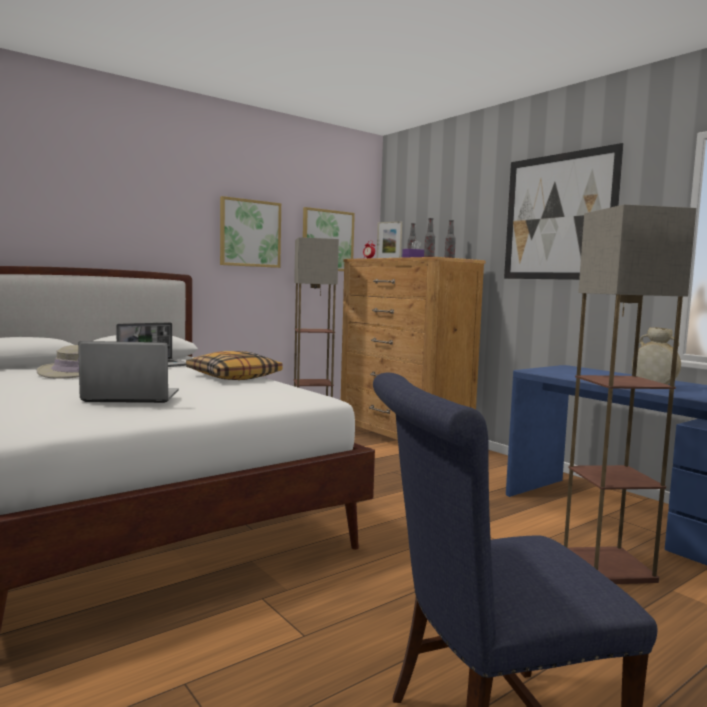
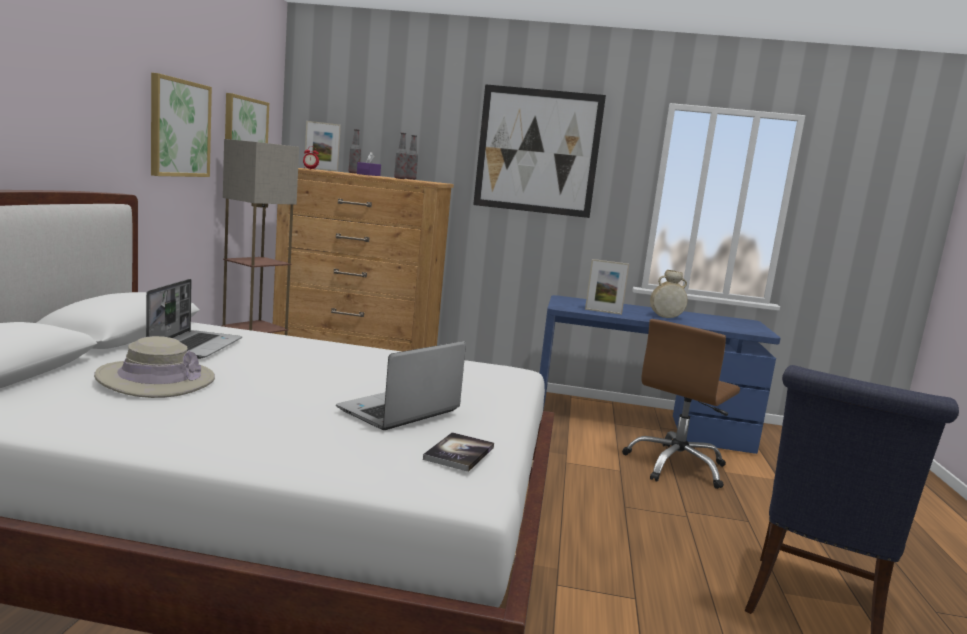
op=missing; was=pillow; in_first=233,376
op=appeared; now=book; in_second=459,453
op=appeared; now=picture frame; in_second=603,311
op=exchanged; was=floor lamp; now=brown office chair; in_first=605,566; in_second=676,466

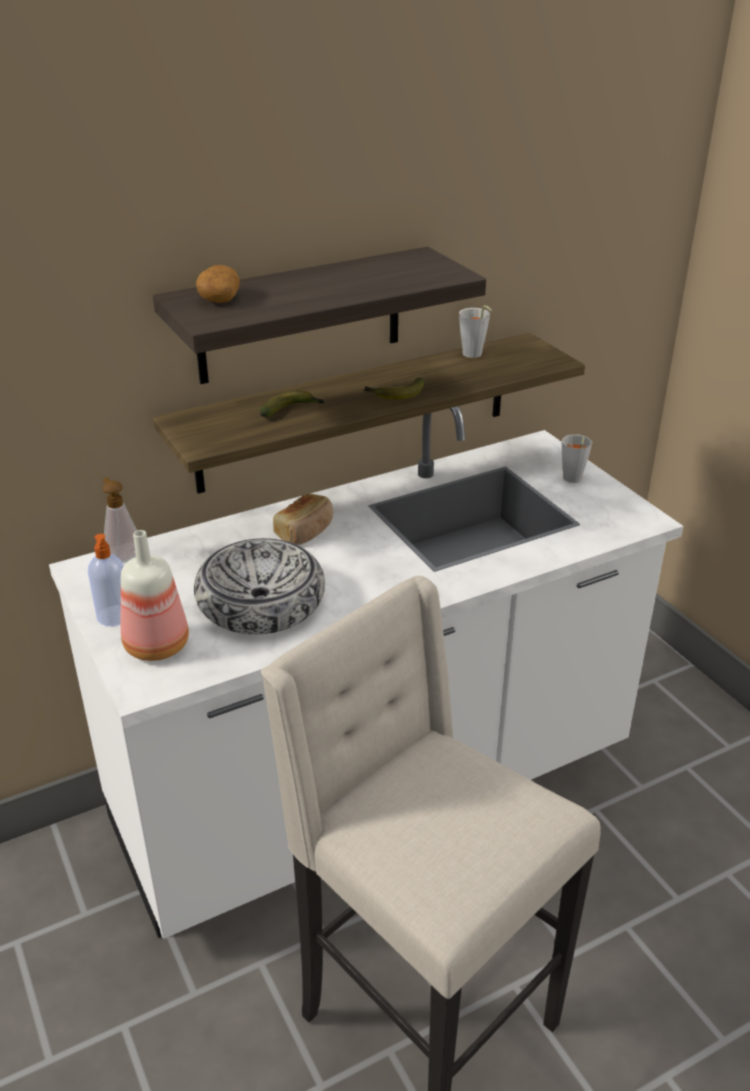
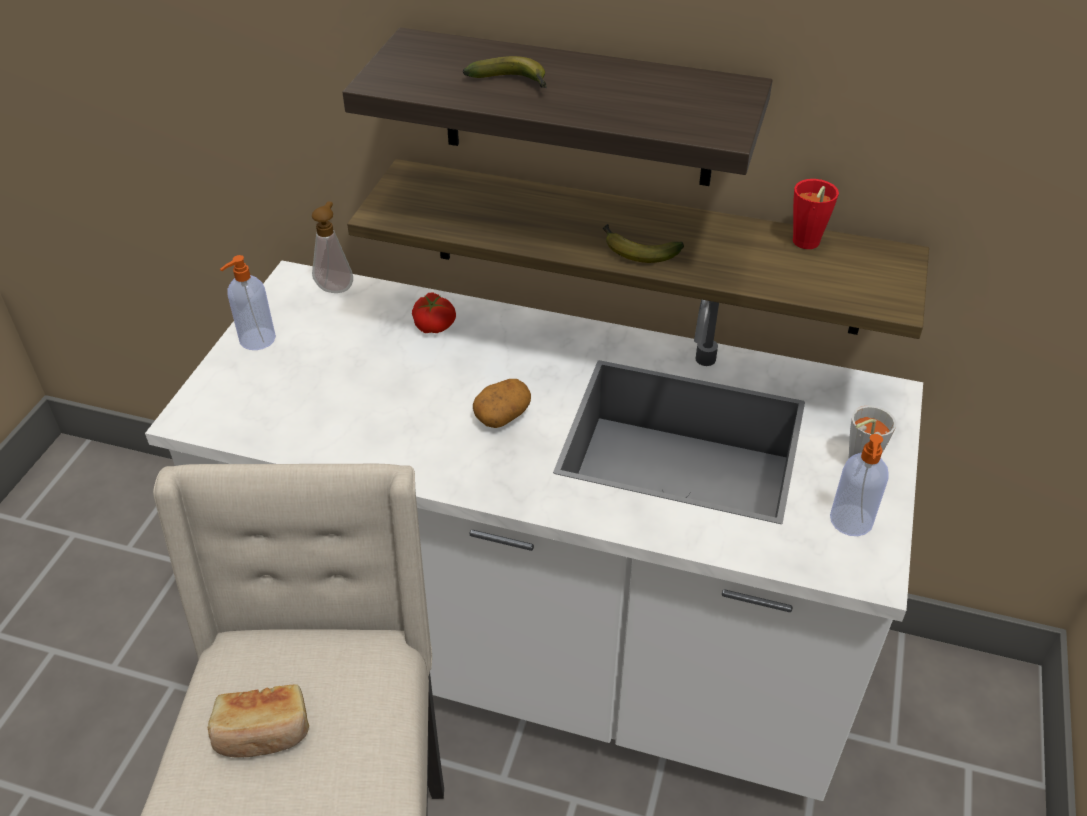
op=missing; was=bottle; in_first=158,647
op=missing; was=bowl; in_first=261,602
op=appeared; now=tomato; in_second=435,325
op=appeared; now=soap dispenser; in_second=851,522
op=relocated; was=potato; in_first=219,298; in_second=502,414
op=relocated; was=banana; in_first=292,410; in_second=512,83
op=relocated; was=bread; in_first=305,531; in_second=263,733
op=colour; was=grey cup; now=red cup; in_first=474,355; in_second=804,245

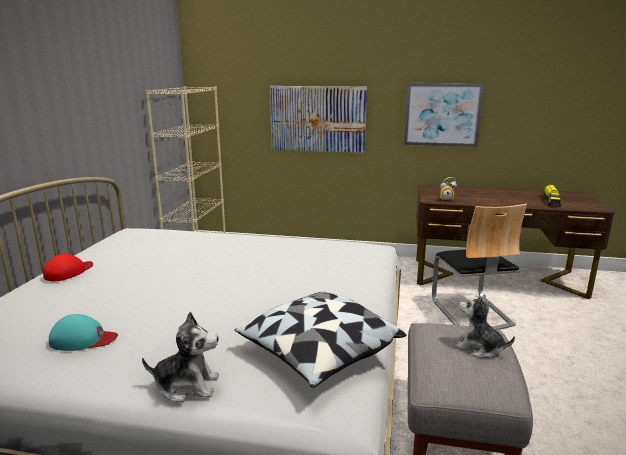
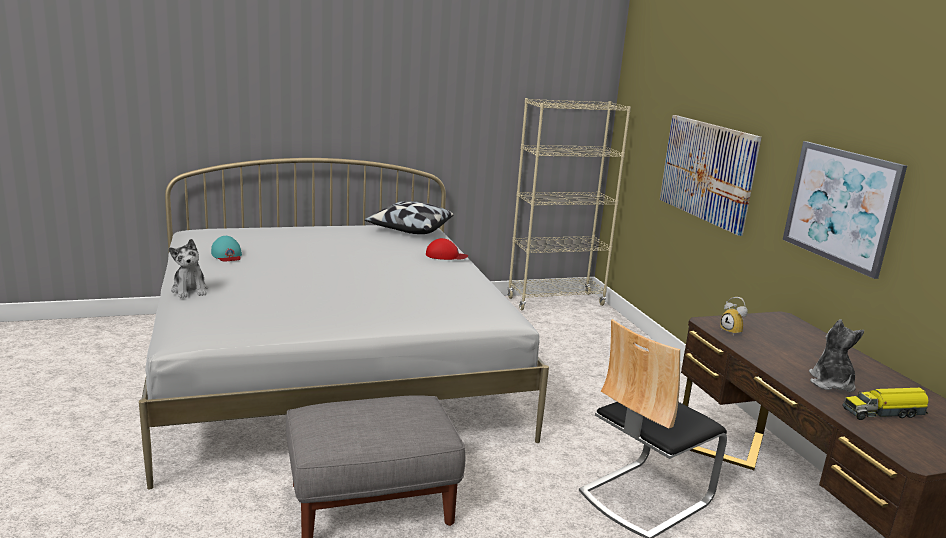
op=relocated; was=red cap; in_first=68,272; in_second=446,255
op=relocated; was=pillow; in_first=318,353; in_second=409,230
op=relocated; was=plush toy; in_first=479,348; in_second=831,383

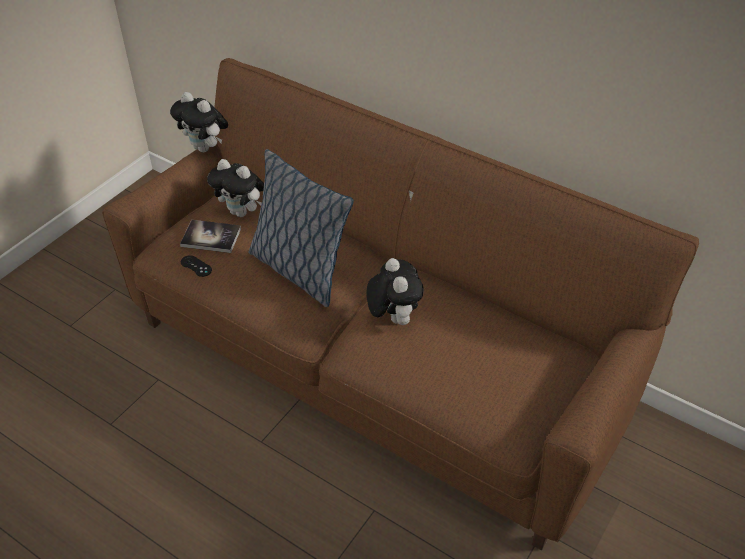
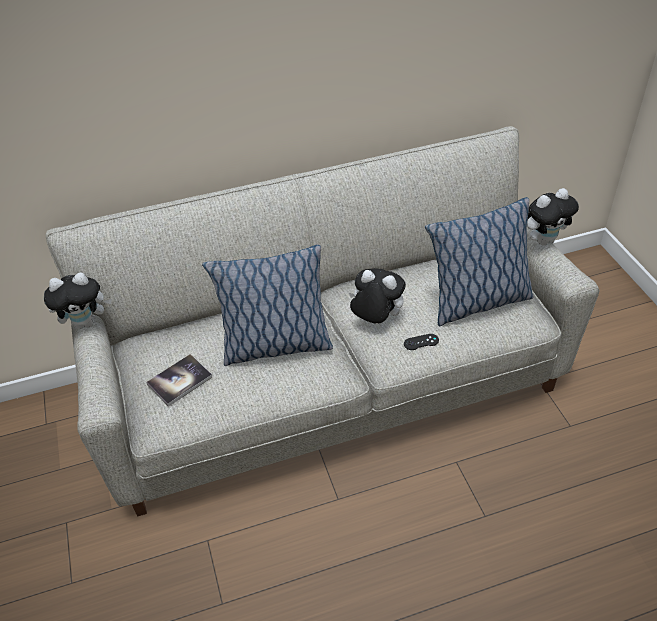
op=appeared; now=pillow; in_second=477,302
op=relocated; was=black game controller; in_first=196,266; in_second=421,342
op=relocated; was=plush toy; in_first=242,212; in_second=544,240
op=colour; was=brown sofa; now=grey sofa; in_first=373,368; in_second=332,390

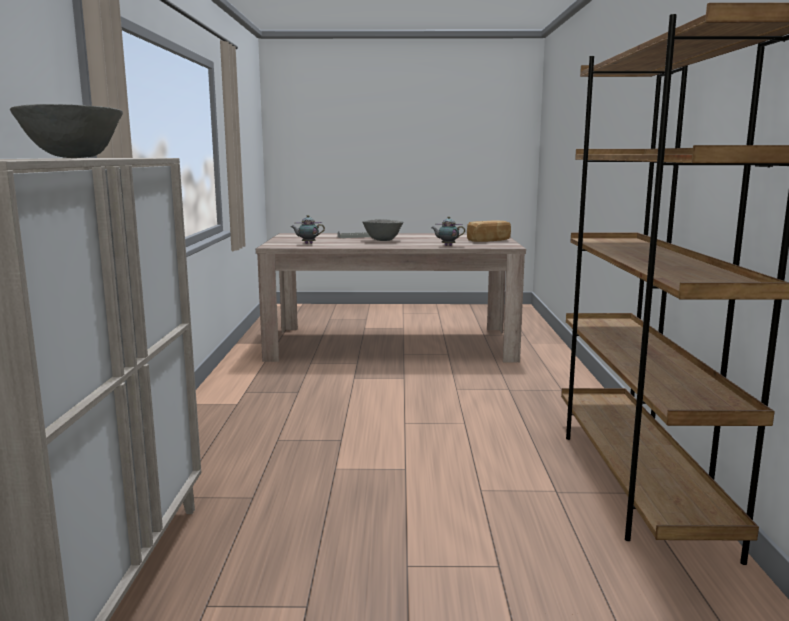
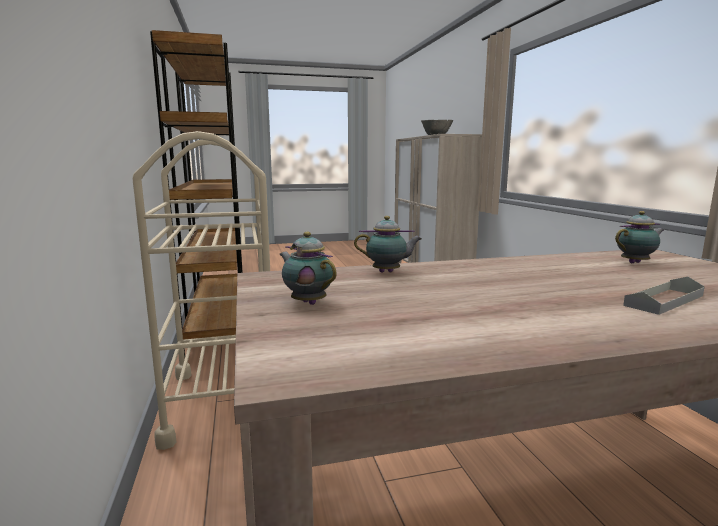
op=missing; was=grey bowl; in_first=382,240
op=appeared; now=beige cart; in_second=223,400
op=exchanged; was=bread; now=teapot; in_first=489,240; in_second=307,302

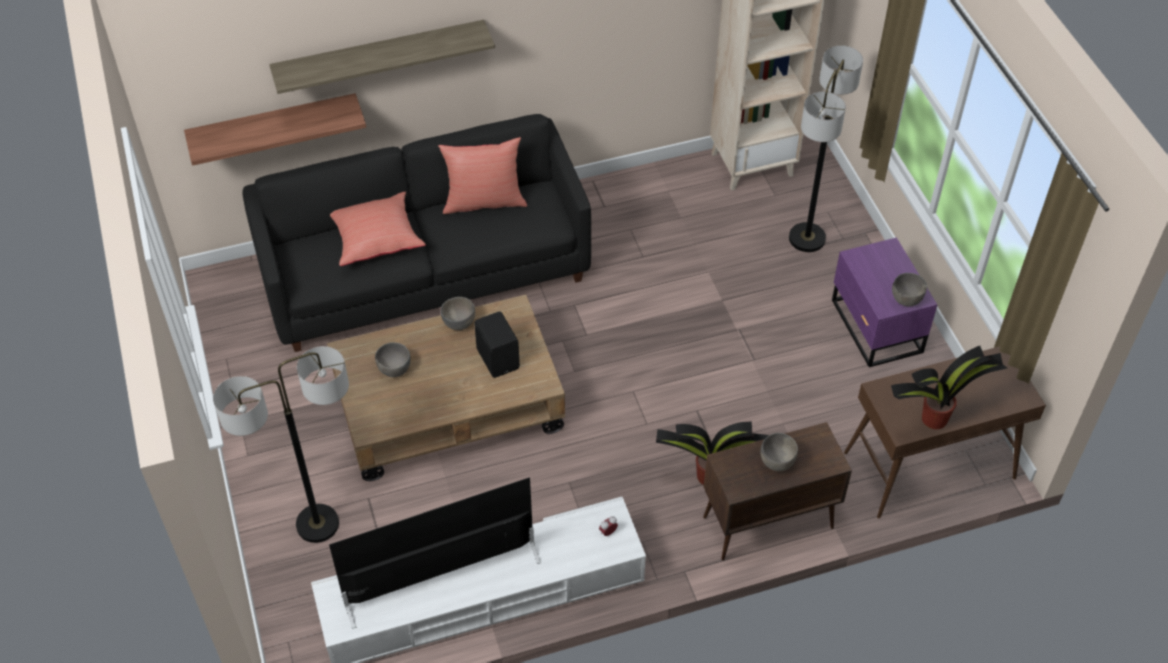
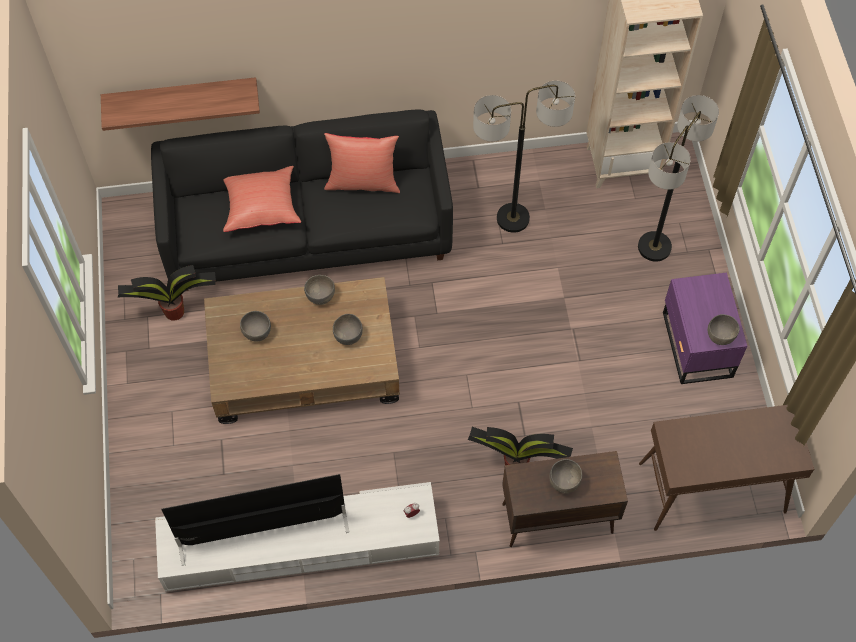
op=missing; was=shelf; in_first=380,56
op=relocated; was=floor lamp; in_first=317,524; in_second=512,218
op=relocated; was=potted plant; in_first=936,418; in_second=175,311
op=exchanged; was=black speaker; now=grey bowl; in_first=499,358; in_second=348,336

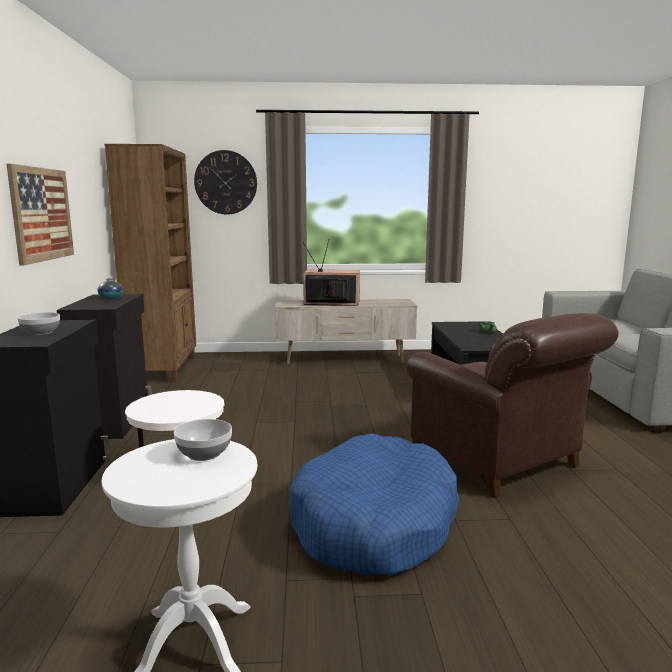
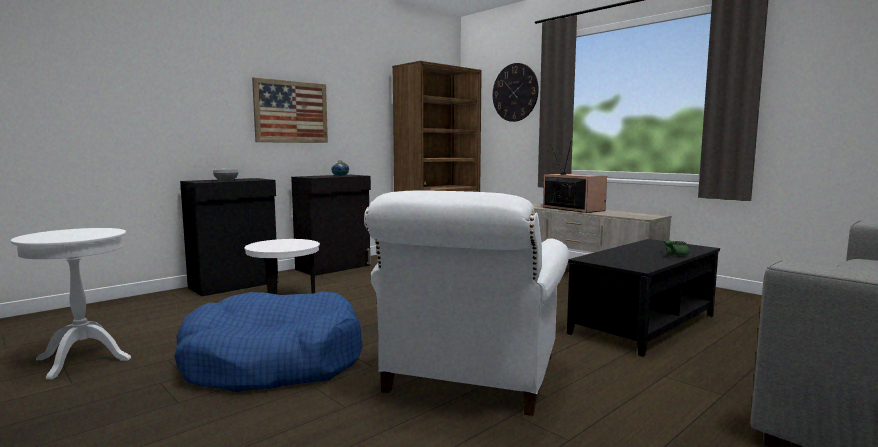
op=missing; was=bowl; in_first=203,453
op=colour; was=brown armchair; now=white armchair; in_first=500,462; in_second=469,377

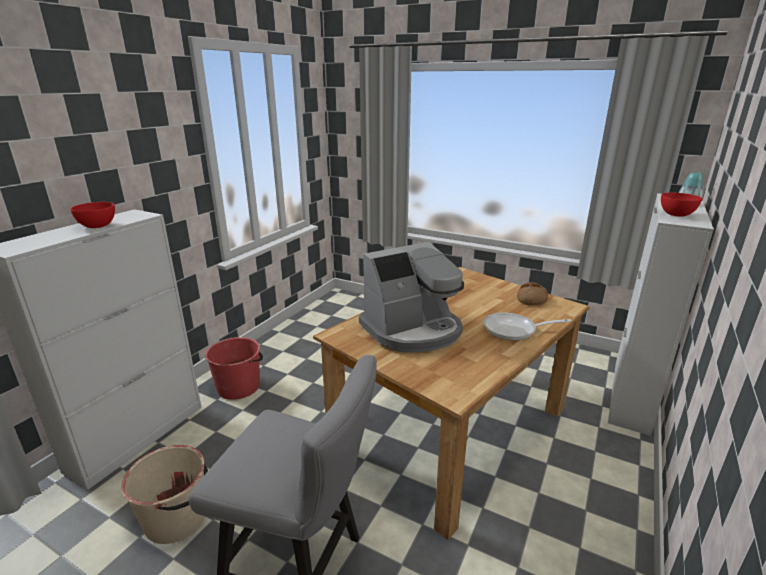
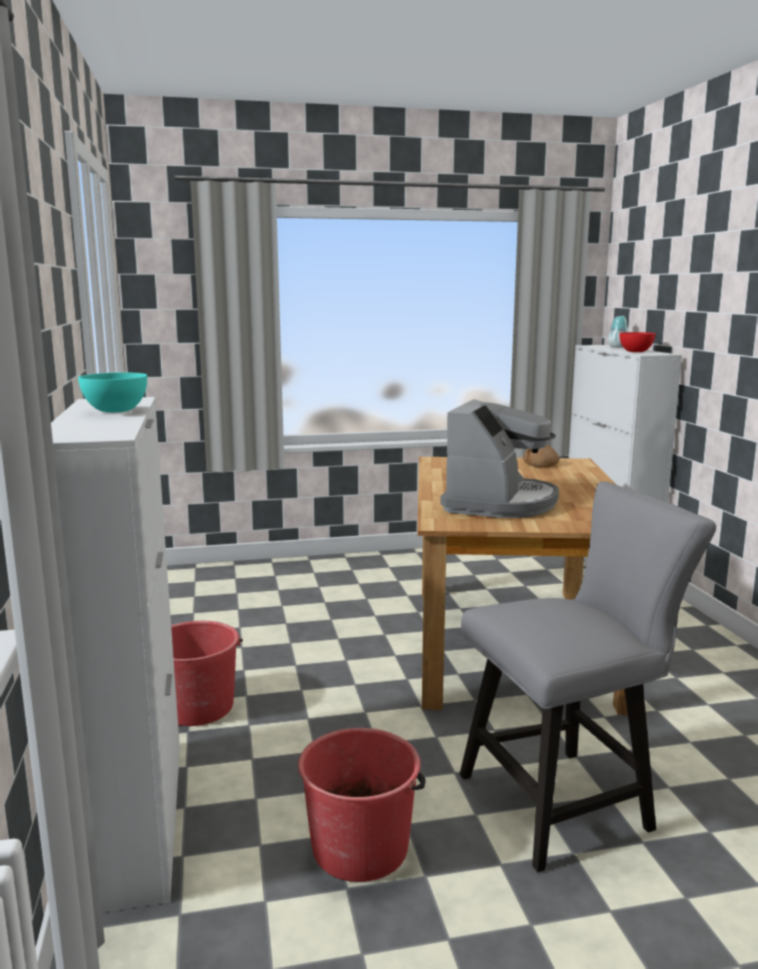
op=missing; was=frying pan; in_first=514,330
op=colour; was=red bowl; now=turquoise bowl; in_first=97,226; in_second=115,411
op=colour; was=beige bucket; now=red bucket; in_first=177,517; in_second=361,847

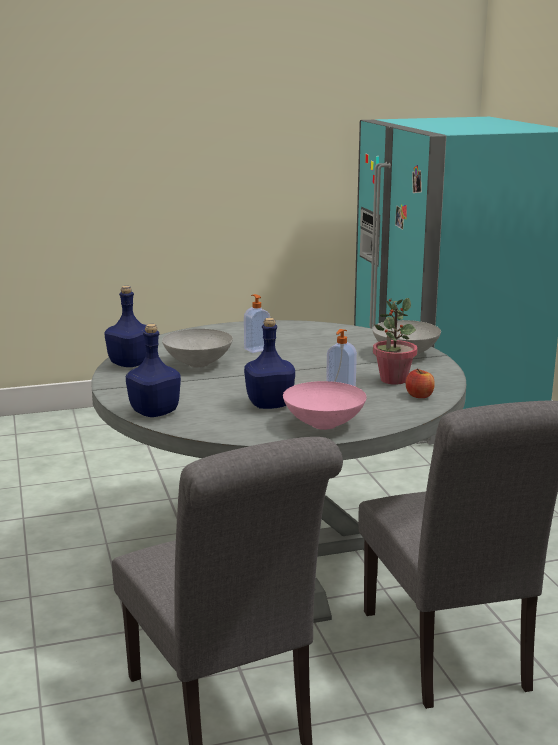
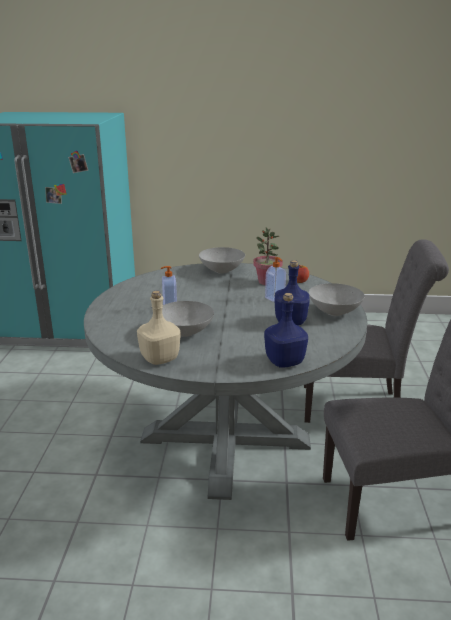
op=colour; was=blue bottle; now=beige bottle; in_first=131,363; in_second=159,358
op=colour; was=pink bowl; now=grey bowl; in_first=323,425; in_second=335,313

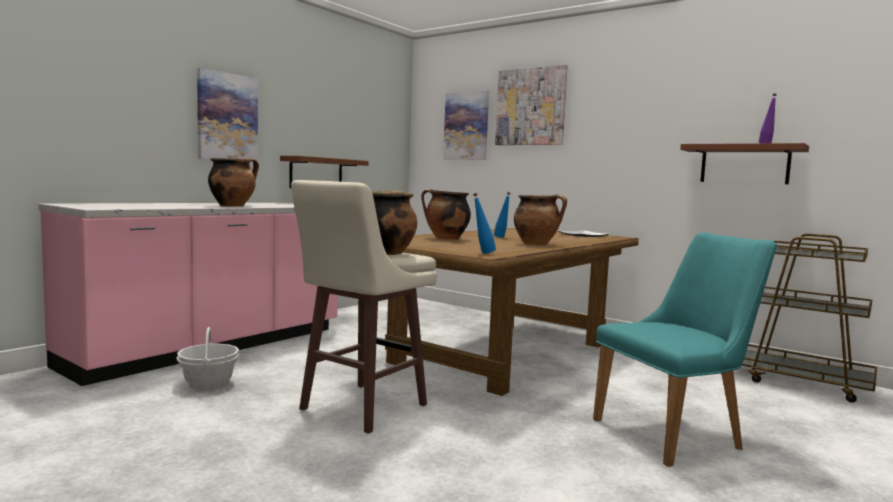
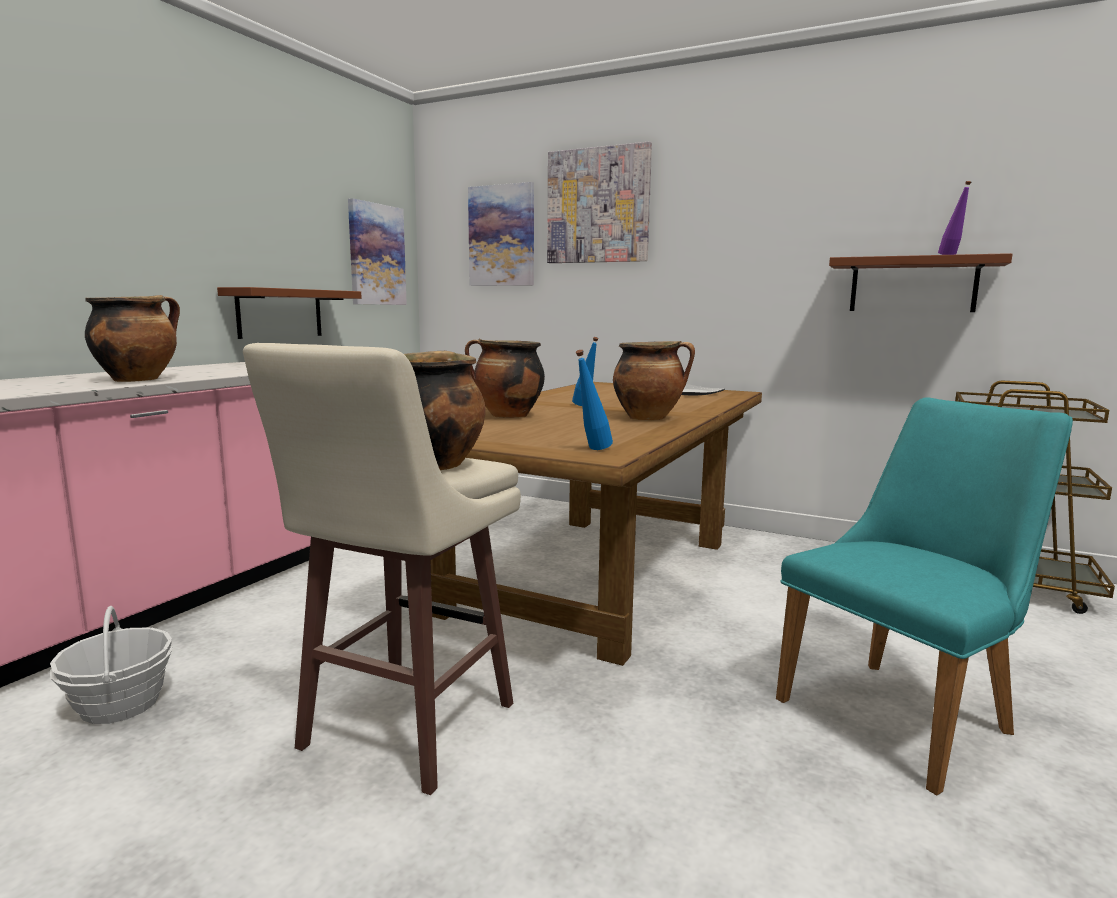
op=relocated; was=picture; in_first=227,117; in_second=376,255

